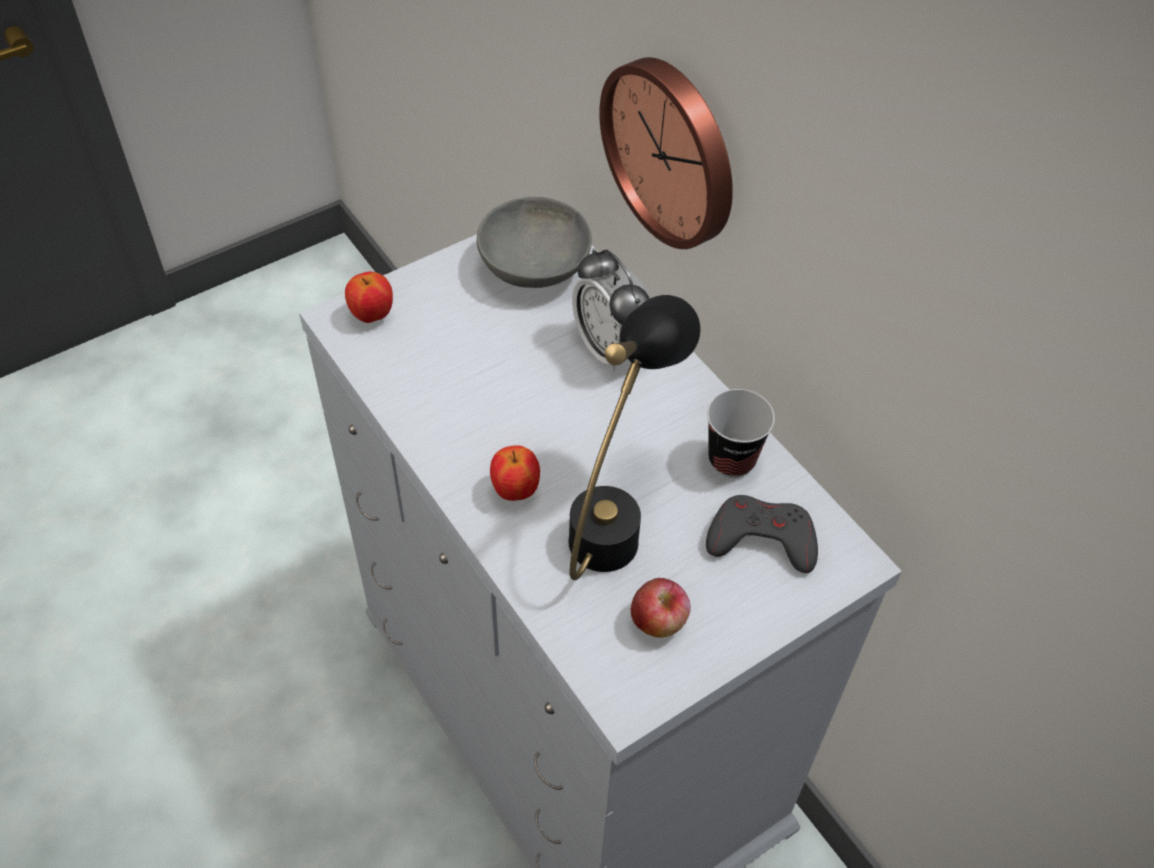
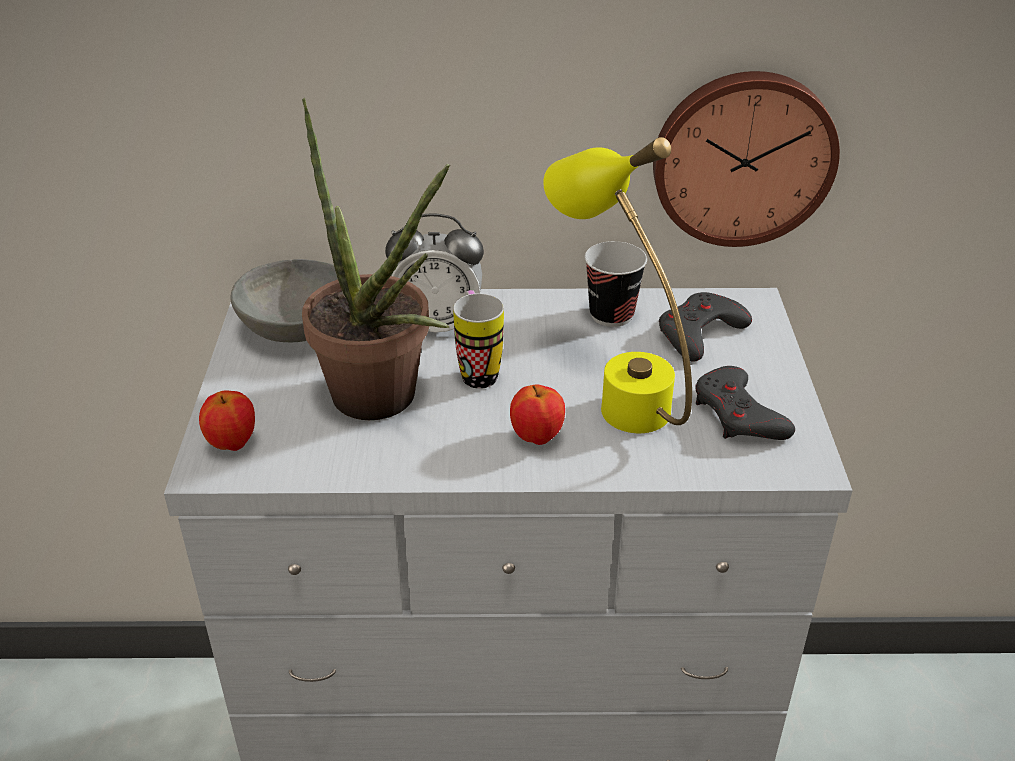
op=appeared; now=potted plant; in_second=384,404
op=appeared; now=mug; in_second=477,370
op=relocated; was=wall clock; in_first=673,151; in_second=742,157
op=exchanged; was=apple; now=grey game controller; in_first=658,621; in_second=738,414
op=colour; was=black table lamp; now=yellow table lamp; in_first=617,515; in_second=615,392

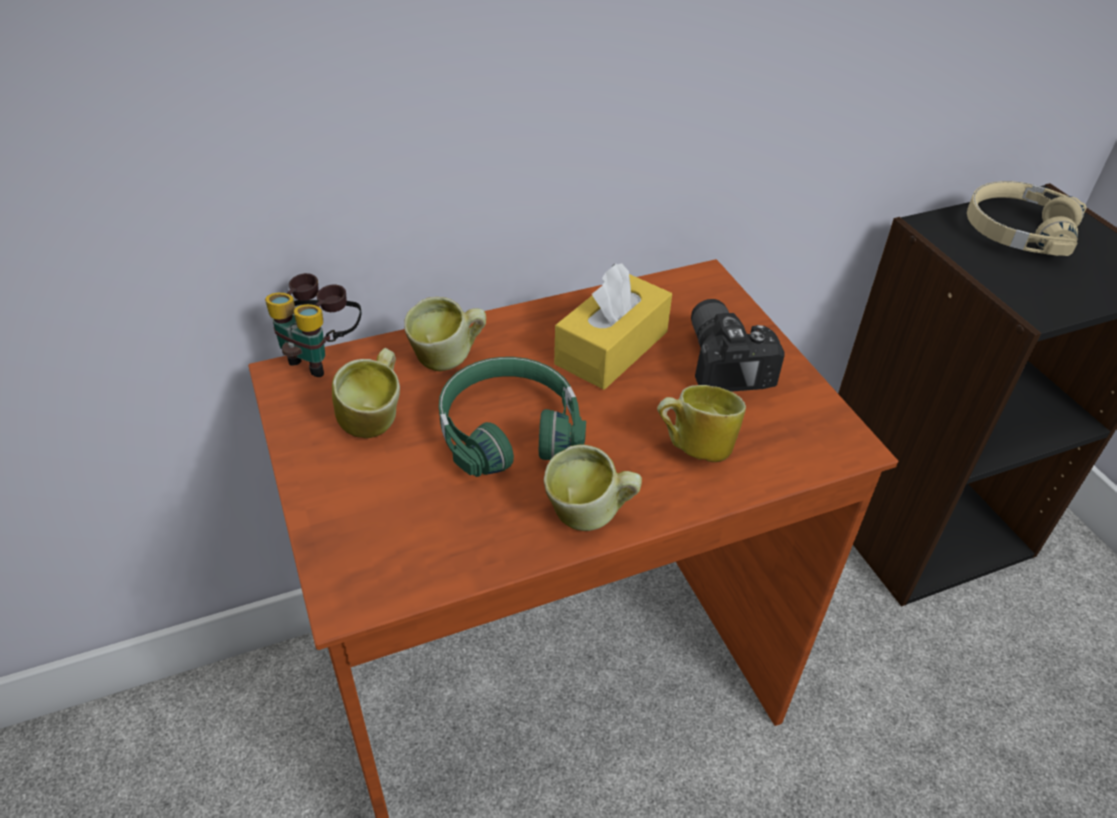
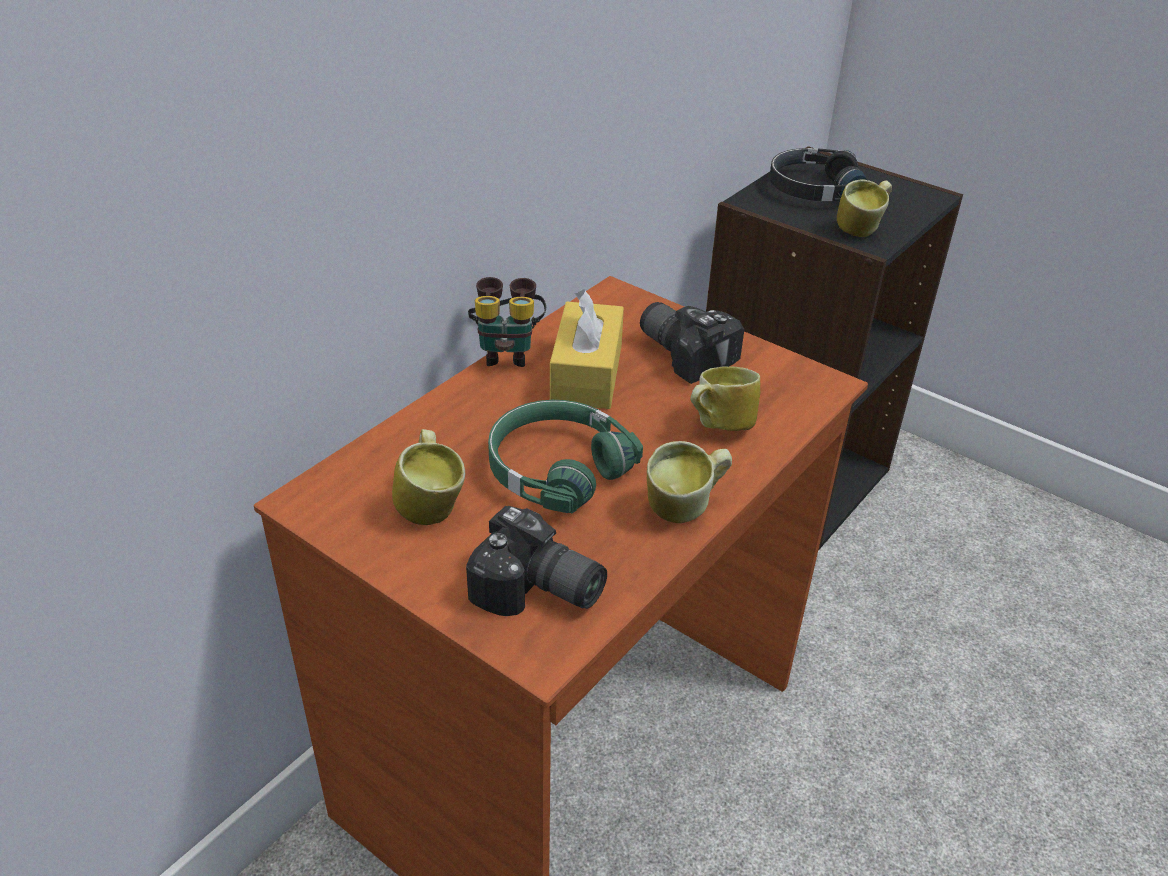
op=appeared; now=photo camera; in_second=537,592
op=relocated; was=binoculars; in_first=322,356; in_second=507,352
op=relocated; was=mug; in_first=448,361; in_second=862,230
op=colour; was=beige headphones; now=black headphones; in_first=1017,231; in_second=813,189

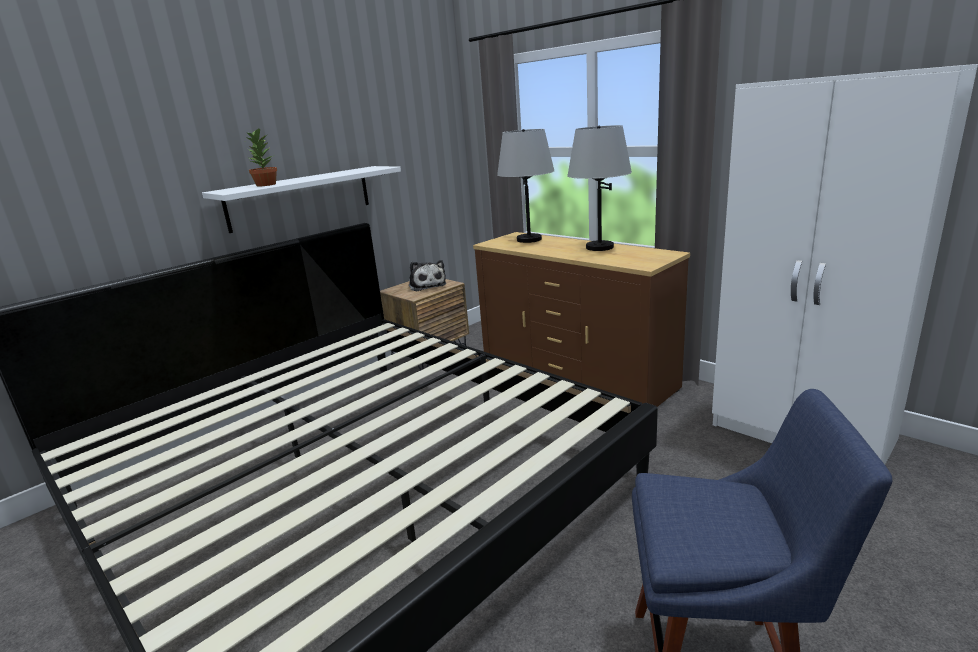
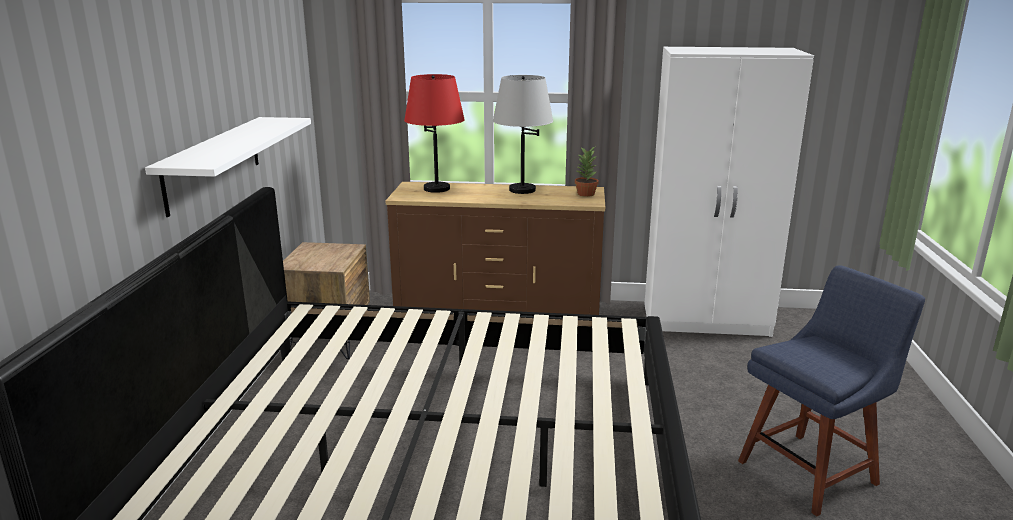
op=missing; was=plush toy; in_first=427,285
op=relocated; was=potted plant; in_first=266,185; in_second=586,194
op=colour; was=grey table lamp; now=red table lamp; in_first=529,239; in_second=437,189

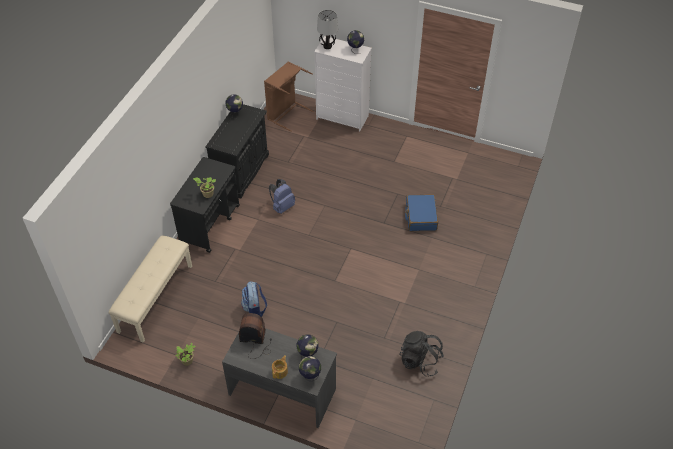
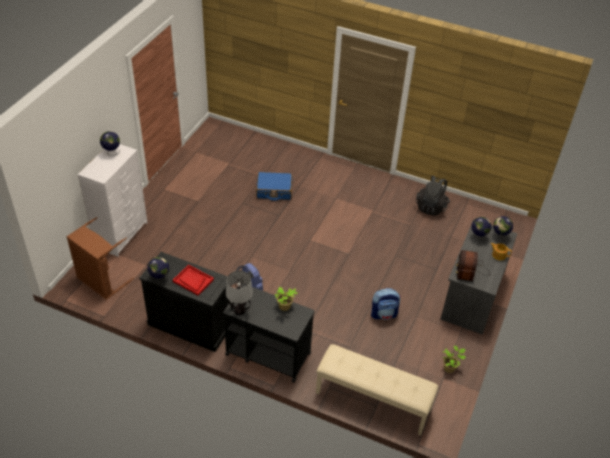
op=appeared; now=red tray; in_second=193,280
op=relocated; was=table lamp; in_first=327,46; in_second=239,310

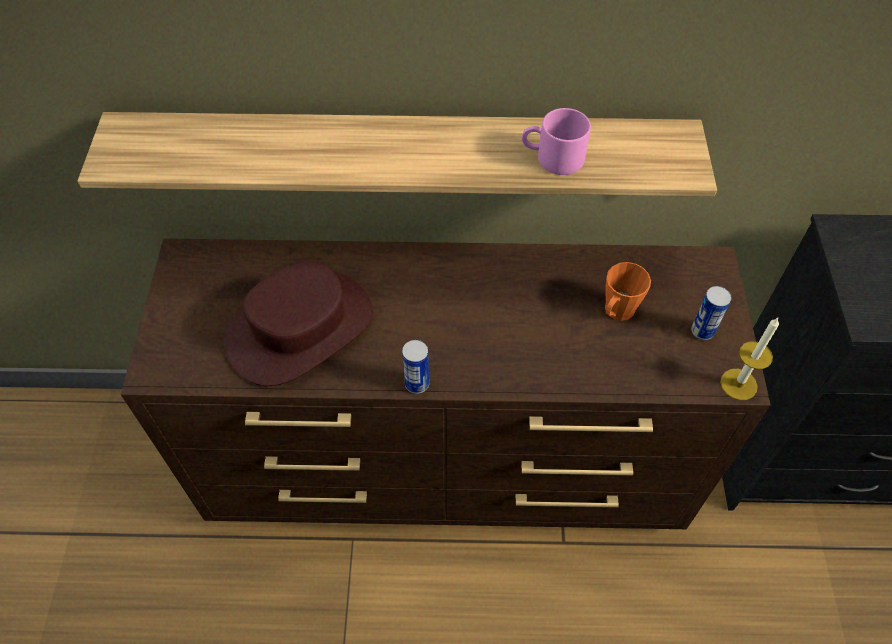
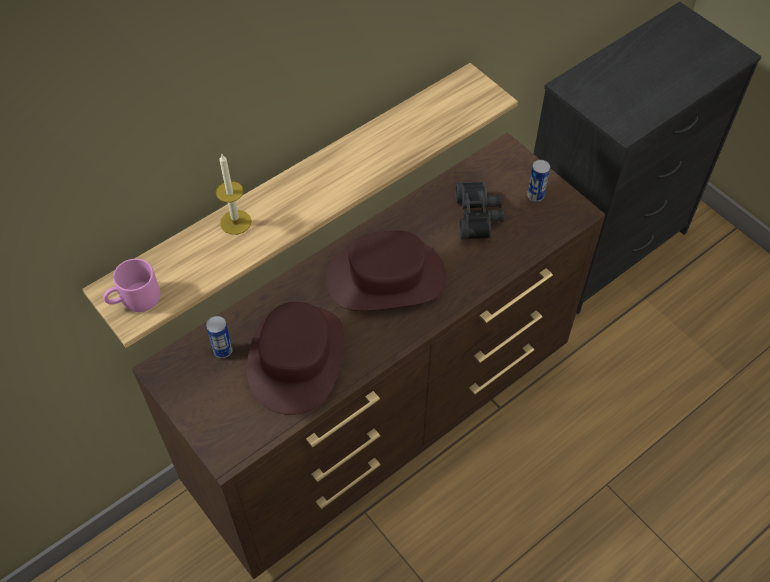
op=appeared; now=brown hat; in_second=386,278
op=relocated; was=can; in_first=417,384; in_second=223,350
op=relocated; was=pink mug; in_first=552,158; in_second=134,300
op=relocated; was=candle; in_first=738,384; in_second=235,222
op=exchanged; was=orange mug; now=black binoculars; in_first=616,312; in_second=479,216

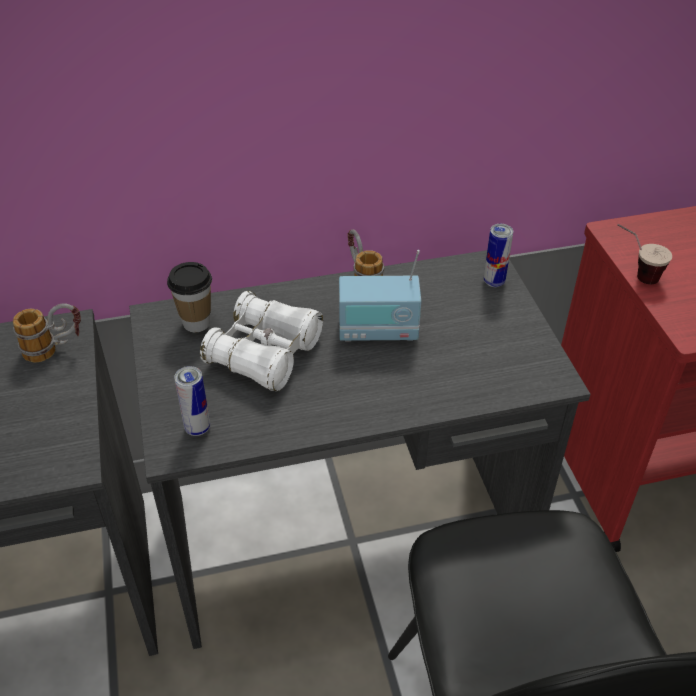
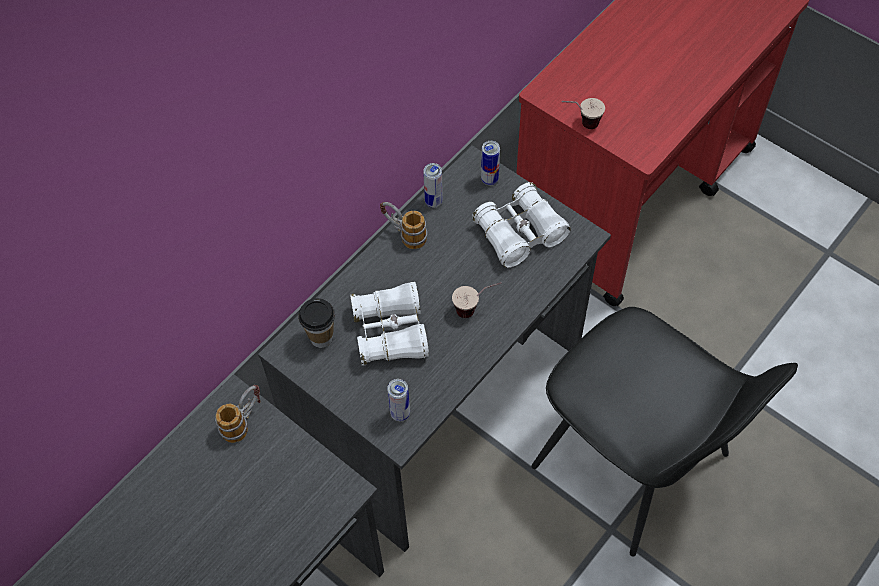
op=missing; was=radio; in_first=378,331
op=appeared; now=can; in_second=433,201
op=appeared; now=cup; in_second=476,309
op=appeared; now=white binoculars; in_second=520,233

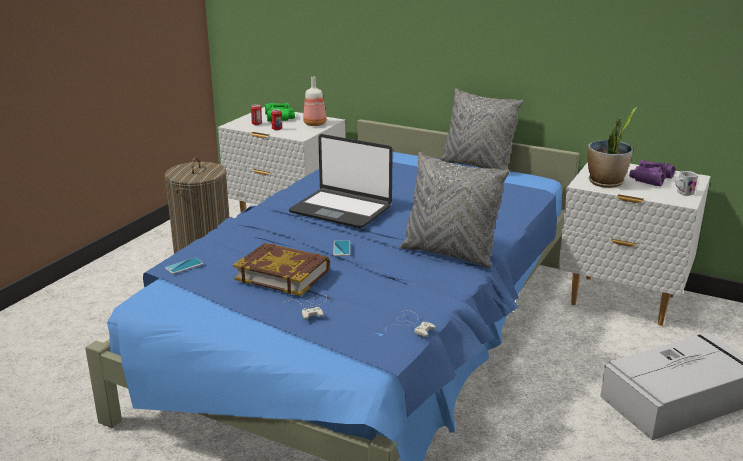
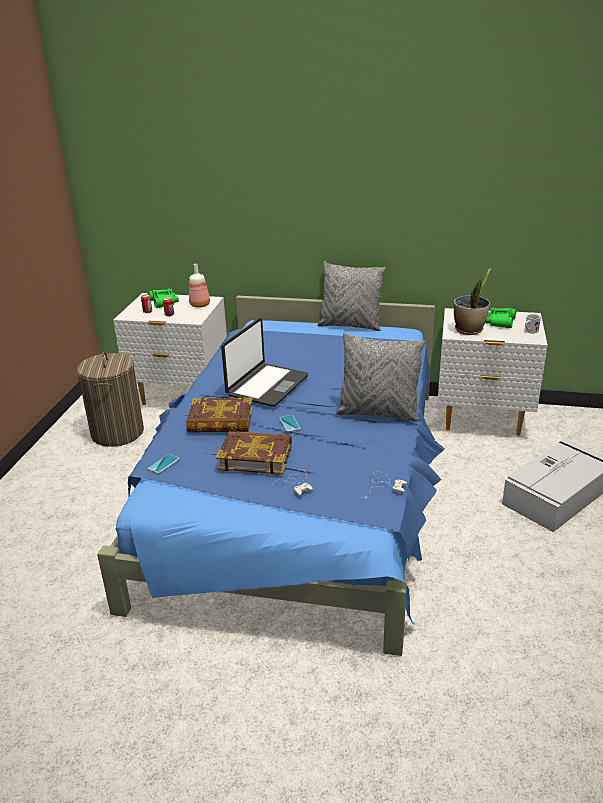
op=appeared; now=book; in_second=220,421
op=colour; was=purple binoculars; now=green binoculars; in_first=650,179; in_second=500,322
op=spun; was=laptop; in_first=341,209; in_second=266,385; clockwise=-75

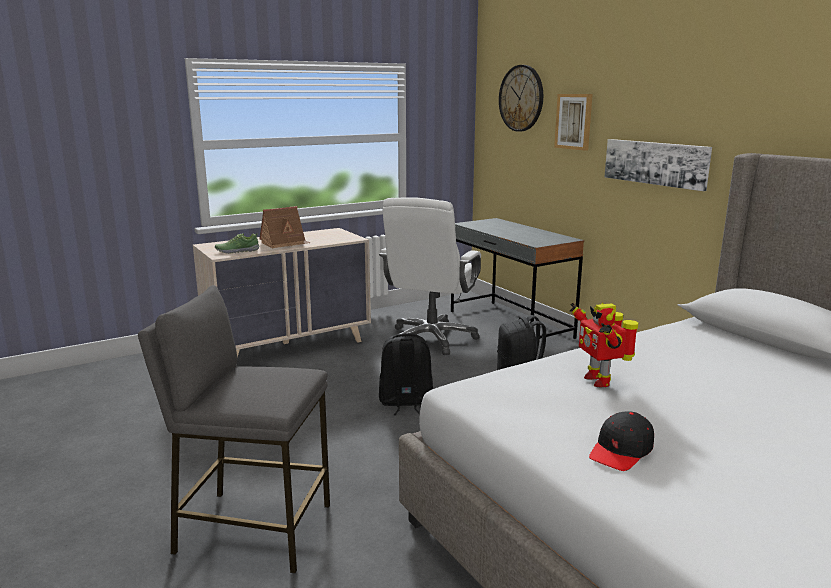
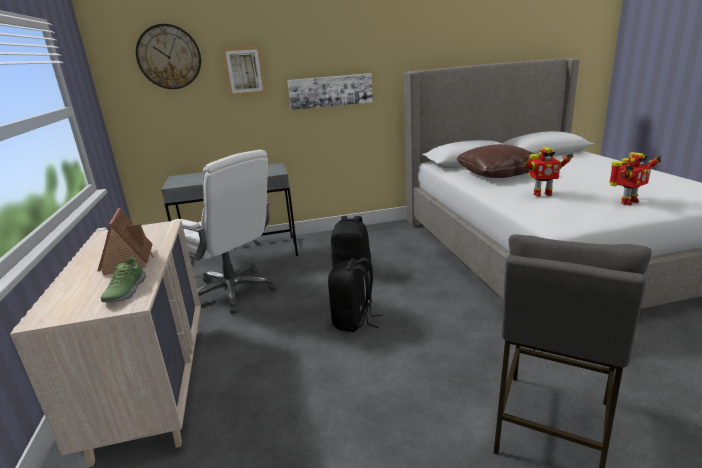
op=appeared; now=brown pillow; in_second=498,174
op=exchanged; was=black cap; now=toy robot; in_first=621,451; in_second=627,202

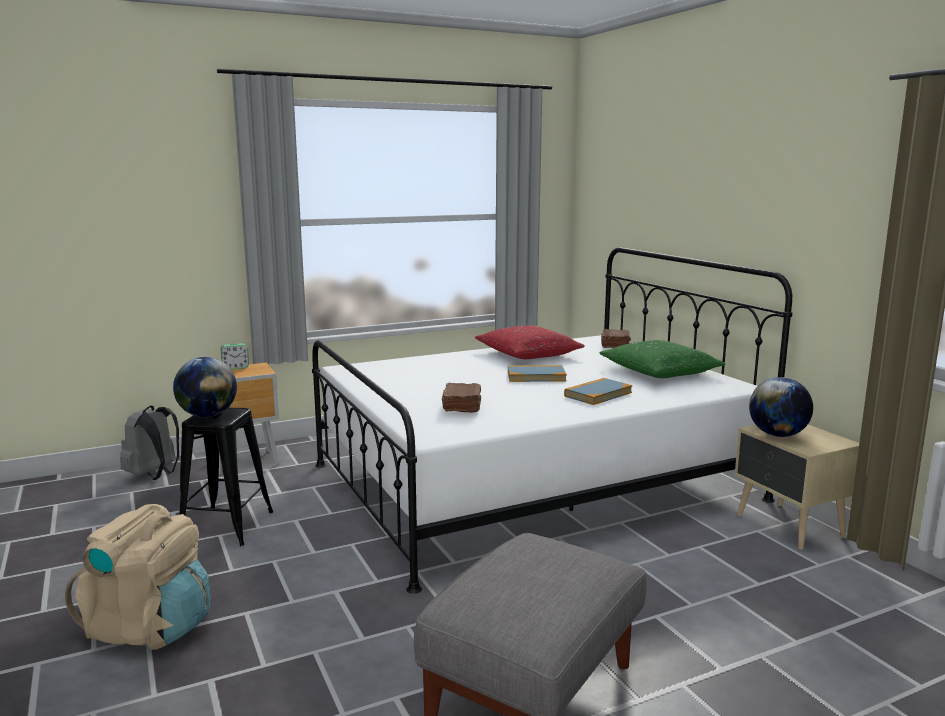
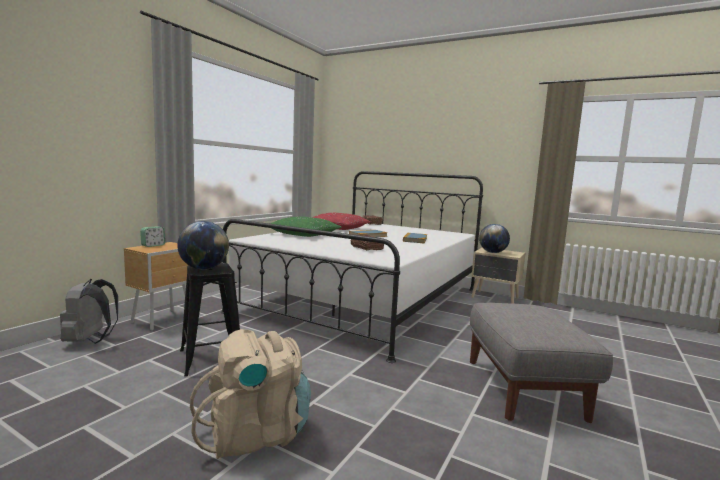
op=relocated; was=green pillow; in_first=659,371; in_second=304,234

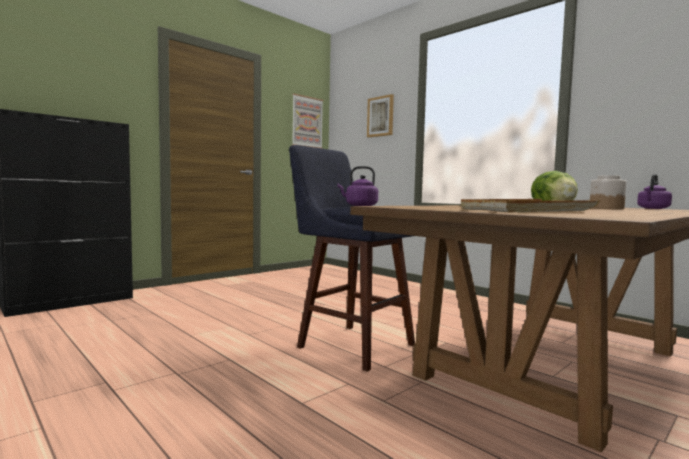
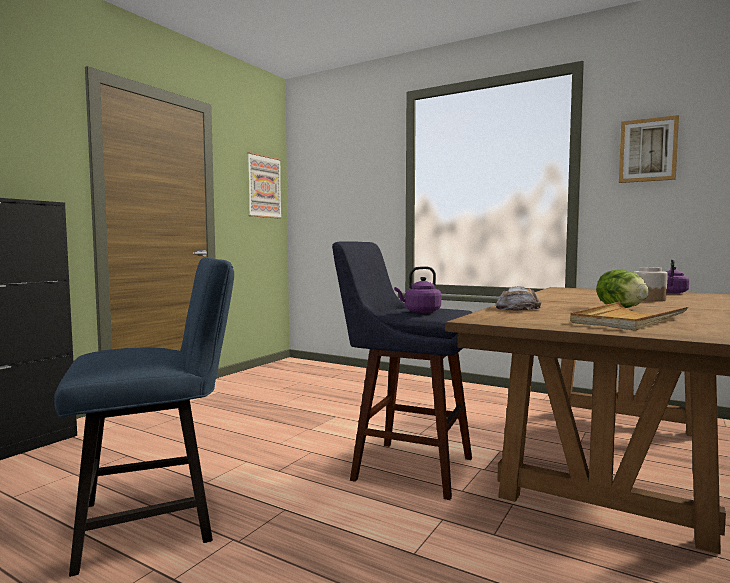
op=appeared; now=blue chair; in_second=158,521
op=appeared; now=bread; in_second=518,308
op=relocated; was=picture; in_first=380,116; in_second=648,150

